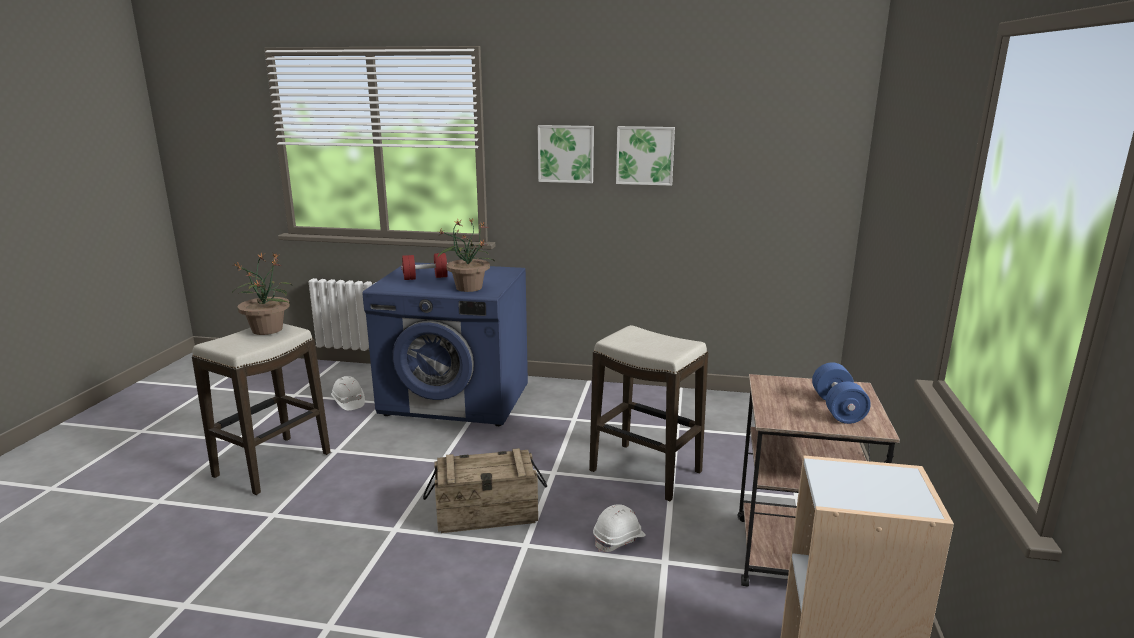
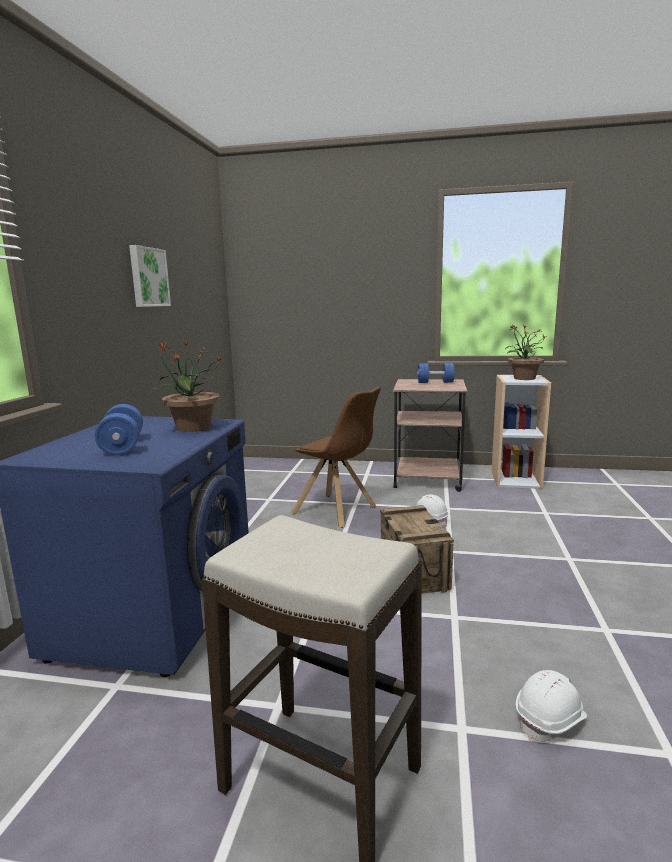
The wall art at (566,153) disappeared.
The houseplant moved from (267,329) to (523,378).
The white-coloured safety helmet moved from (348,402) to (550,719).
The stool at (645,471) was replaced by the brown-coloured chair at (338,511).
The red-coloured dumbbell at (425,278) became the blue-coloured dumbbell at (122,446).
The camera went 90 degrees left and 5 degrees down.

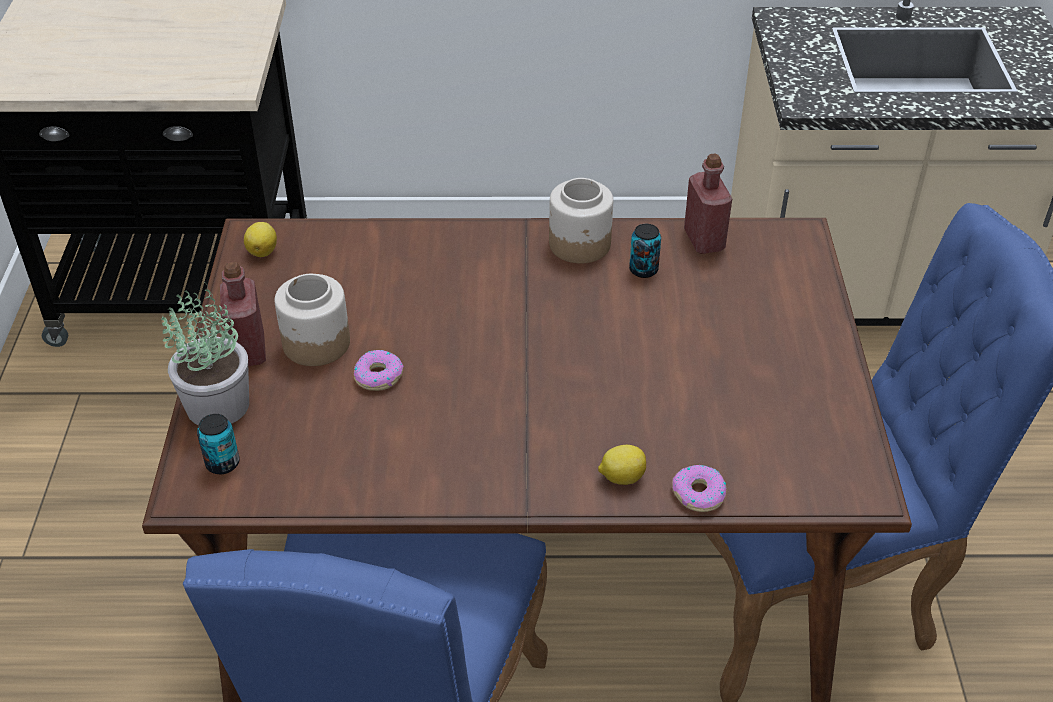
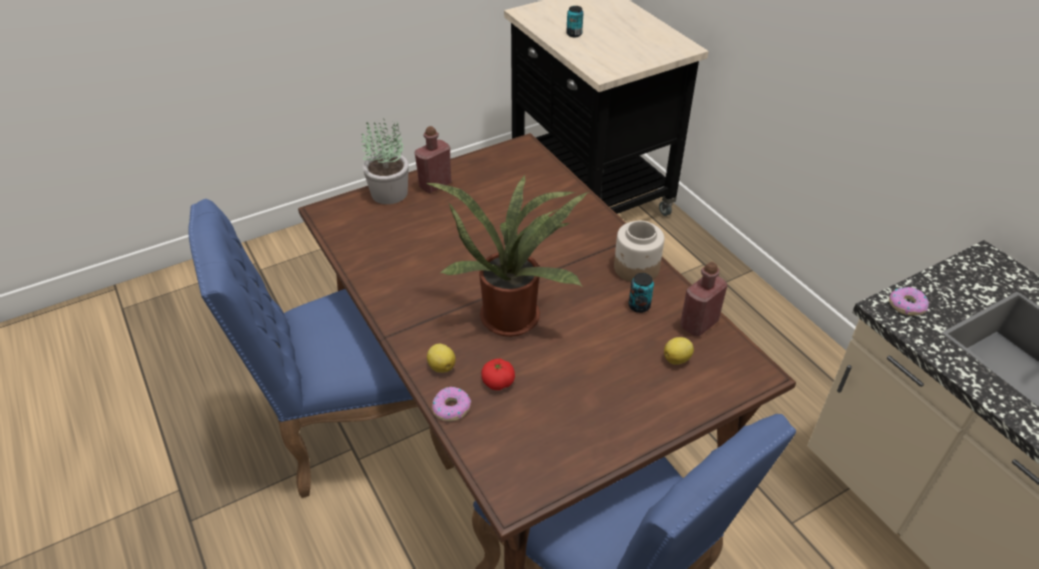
The storage jar at (315,343) disappeared.
The houseplant at (512,313) appeared.
The whole tomato at (498,382) appeared.
The can moved from (222,463) to (574,34).
The lemon moved from (263,251) to (677,359).
The ring doughnut moved from (378,376) to (906,305).
The camera went 60 degrees right and 0 degrees up.

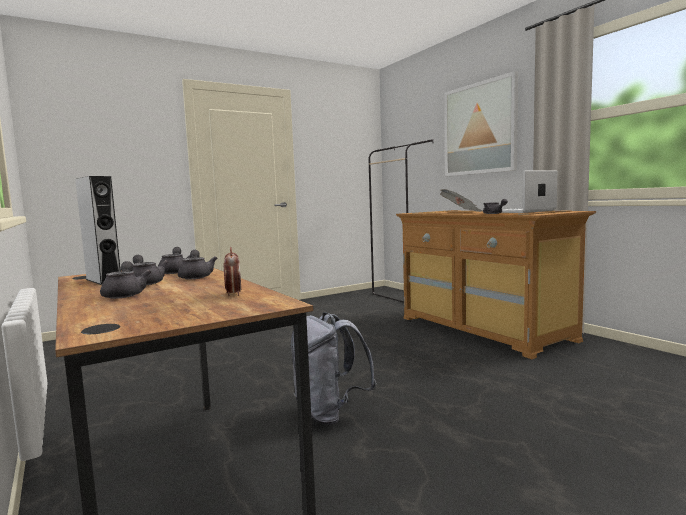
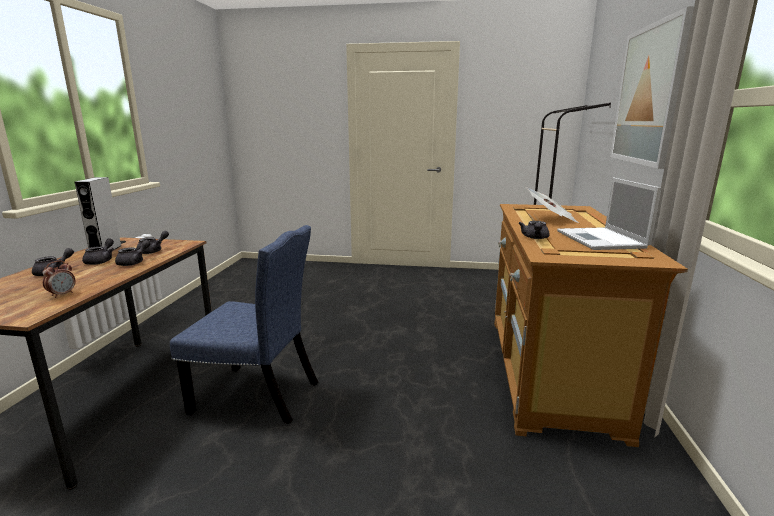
The greyish backpack at (330,413) was replaced by the blue-coloured chair at (255,395).
The notebook computer at (523,211) turned 105 degrees counterclockwise.
The camera went 40 degrees right and 10 degrees up.

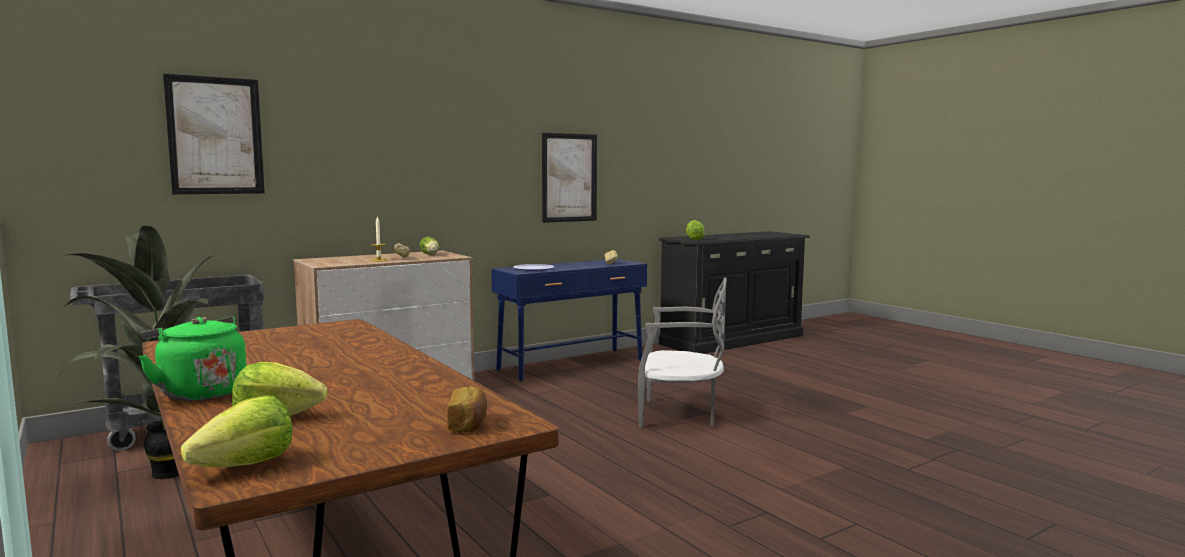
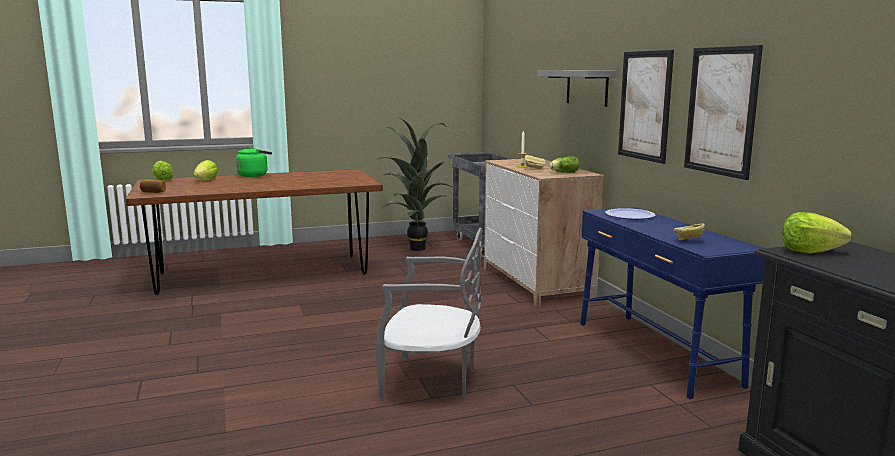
The greyish wall shelf at (587,87) appeared.
The wall art moved from (215,136) to (645,105).
The greyish chair at (679,415) turned 105 degrees counterclockwise.
The camera went 105 degrees right and 5 degrees up.

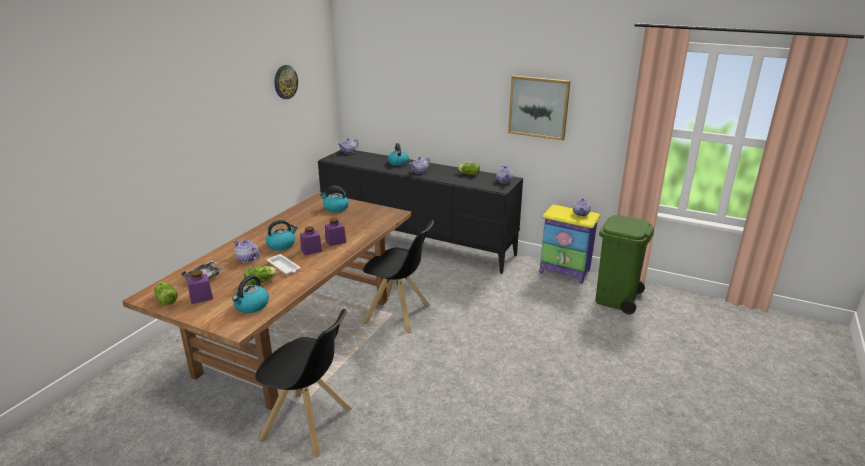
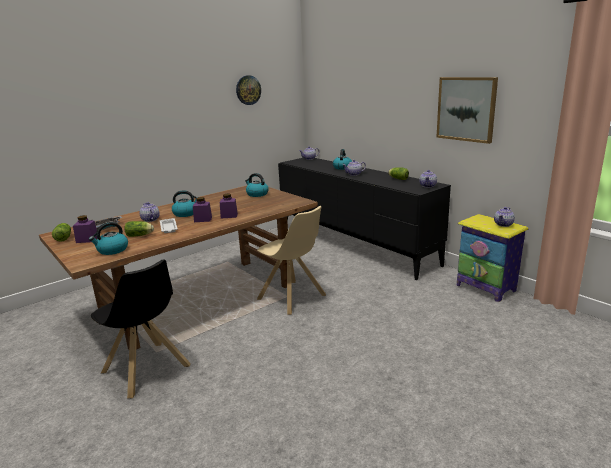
The green-coloured waste bin at (616,299) disappeared.
The black-coloured chair at (399,314) became the beige chair at (293,298).
The camera went 25 degrees right and 5 degrees down.

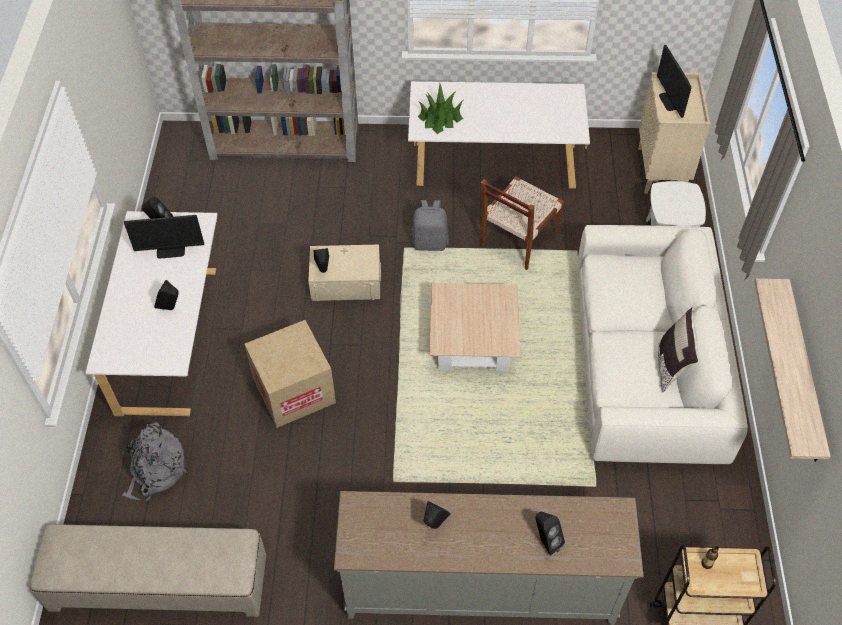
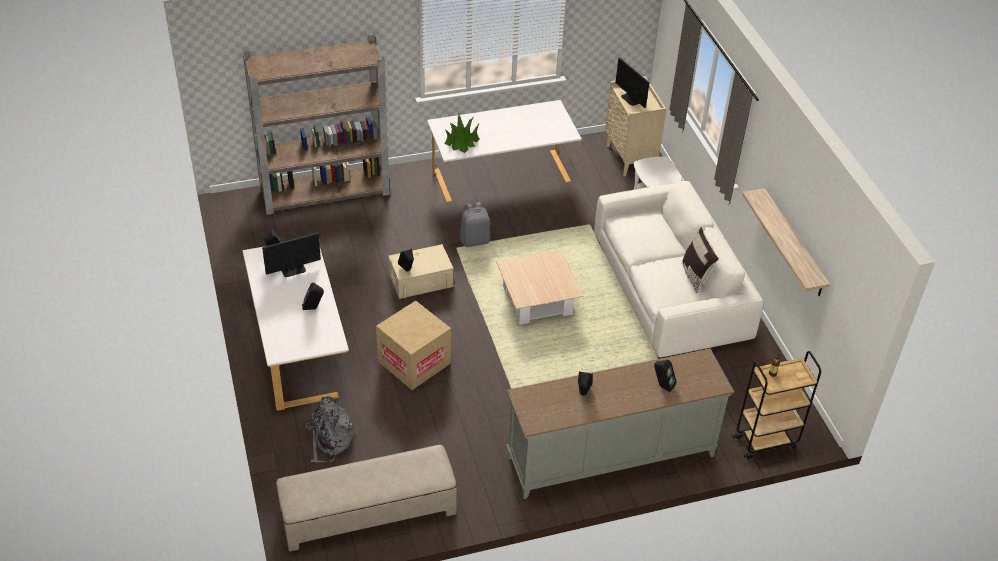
The chair at (517,241) disappeared.
The camera went 20 degrees left and 10 degrees down.

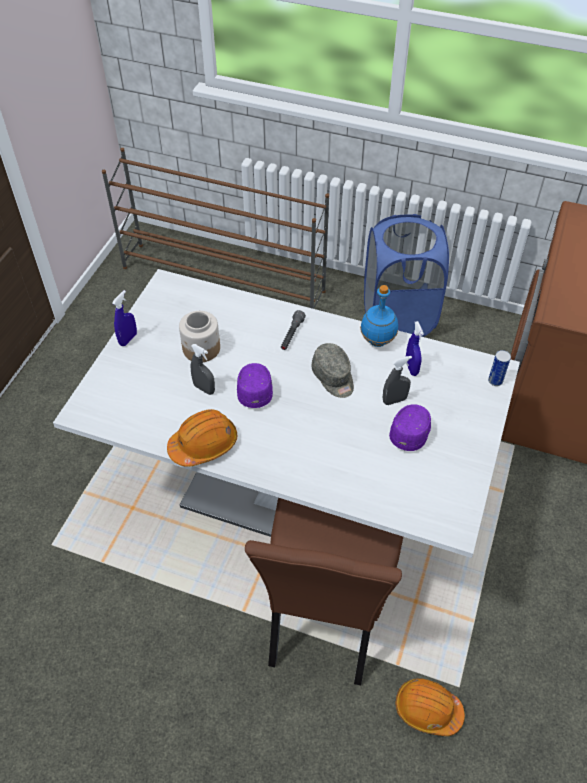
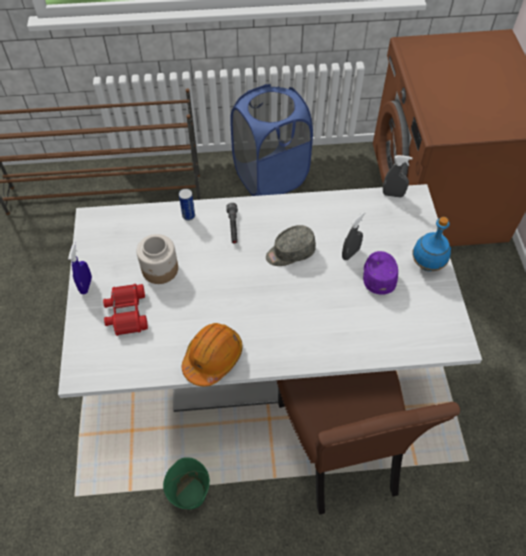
The purple-coloured baseball cap at (255,389) disappeared.
The orangey safety helmet at (427,709) disappeared.
The blue-coloured spray bottle at (411,368) disappeared.
The red-coloured binoculars at (126,313) appeared.
The green-coloured water bucket at (190,493) appeared.
The greyish spray bottle moved from (204,389) to (393,194).
The blue-coloured beverage bottle moved from (377,340) to (426,264).
The can moved from (495,381) to (188,216).
The greyish baseball cap at (333,377) turned 120 degrees clockwise.
The camera went 25 degrees left and 5 degrees up.

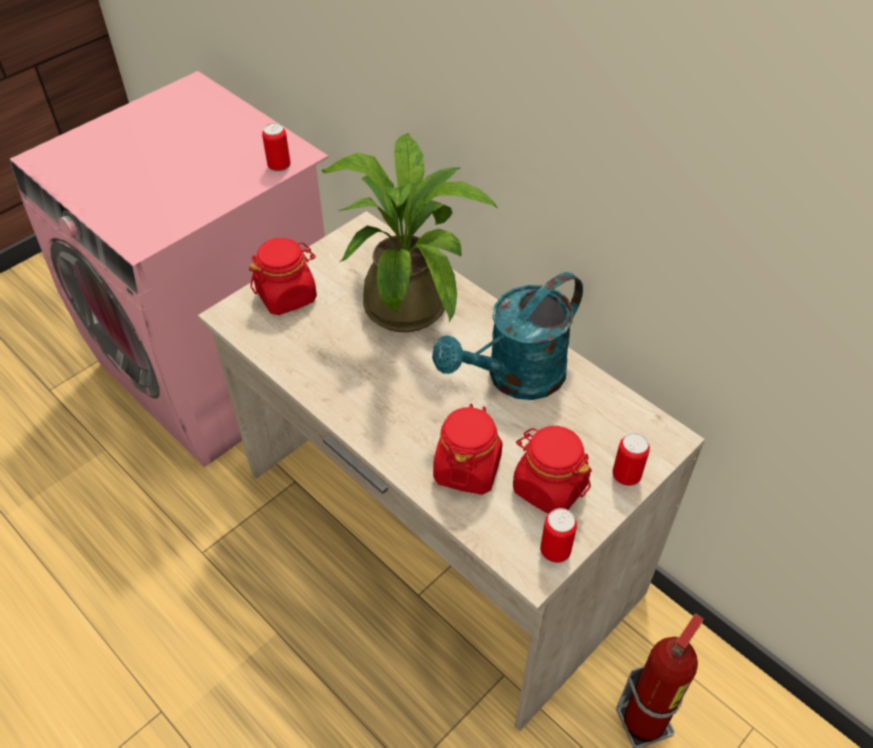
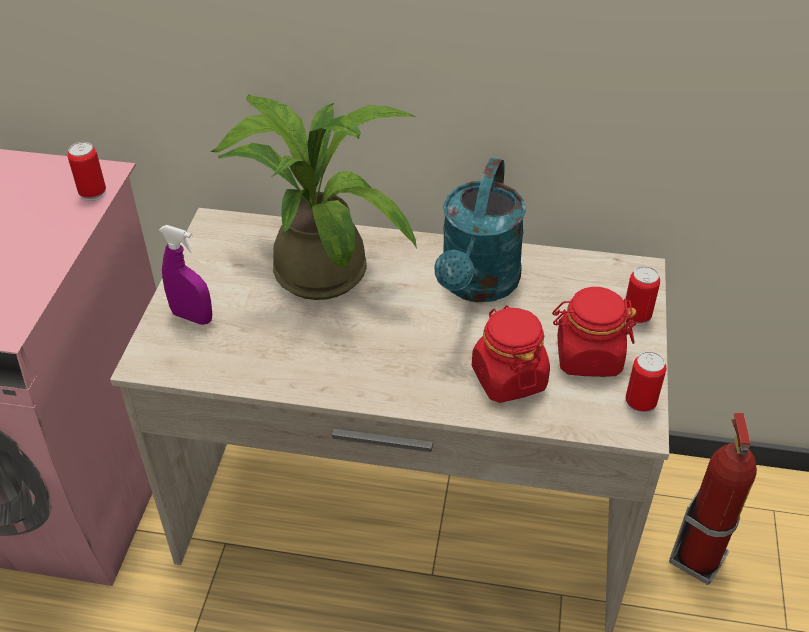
The red-coloured storage jar at (287,296) was replaced by the purple-coloured spray bottle at (192,317).
The camera went 35 degrees left and 5 degrees down.

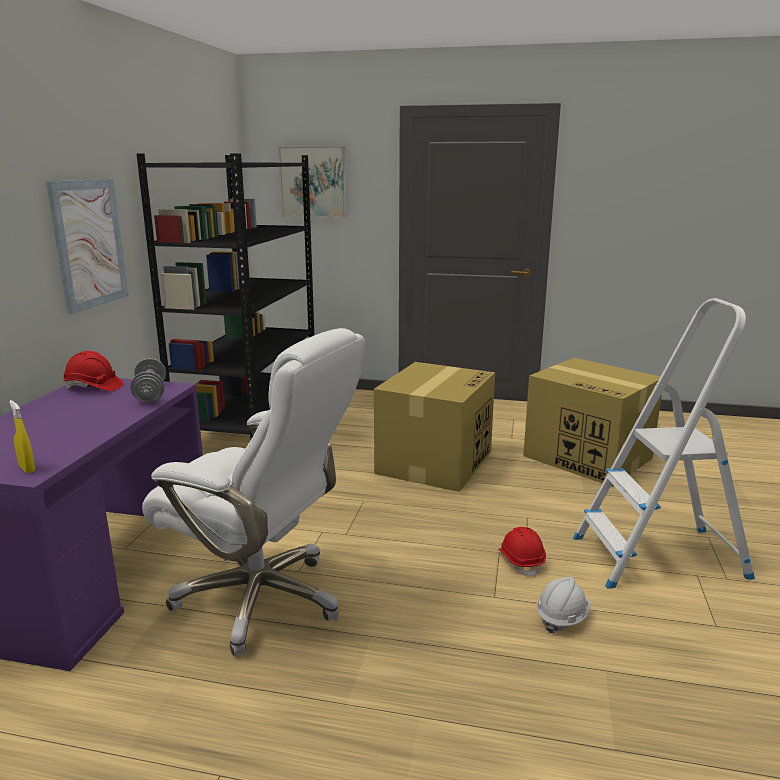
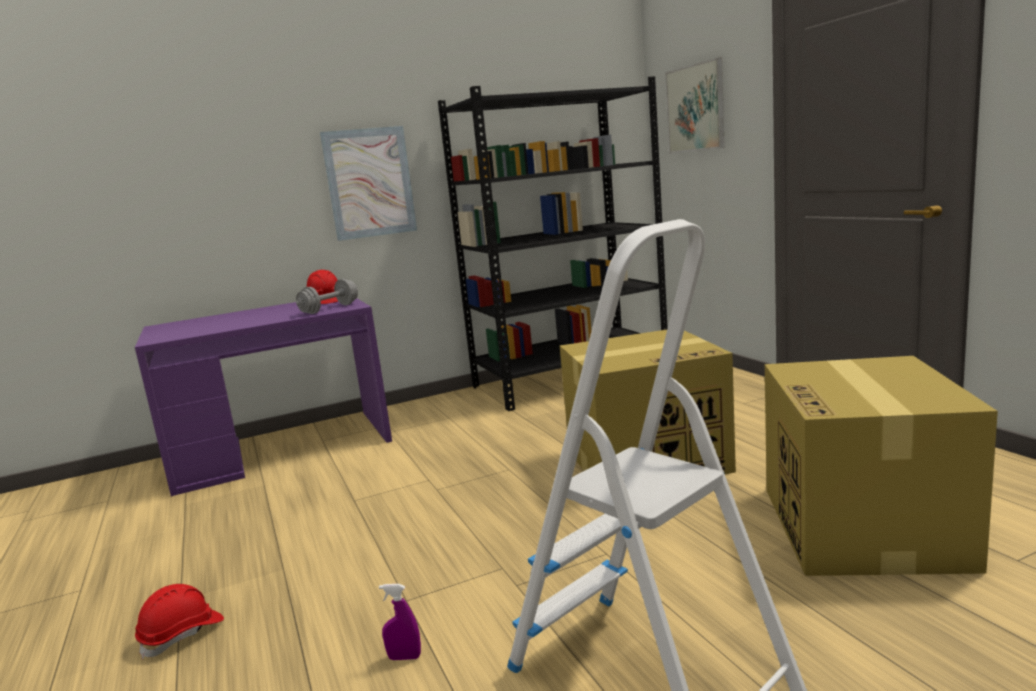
The yellow spray bottle at (27,469) disappeared.
The white-coloured desk chair at (263,602) disappeared.
The red-coloured safety helmet moved from (521,561) to (182,634).
The white-coloured safety helmet at (562,617) was replaced by the purple-coloured spray bottle at (404,657).
The camera went 55 degrees right and 5 degrees down.

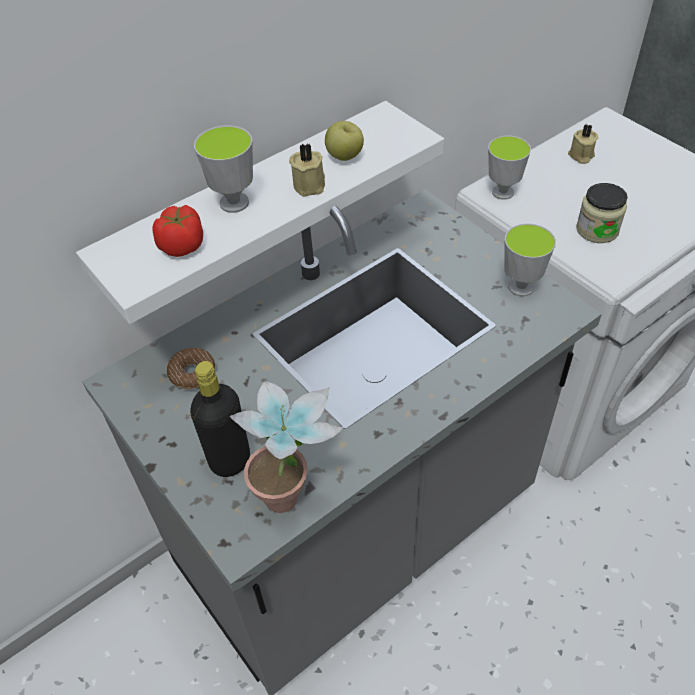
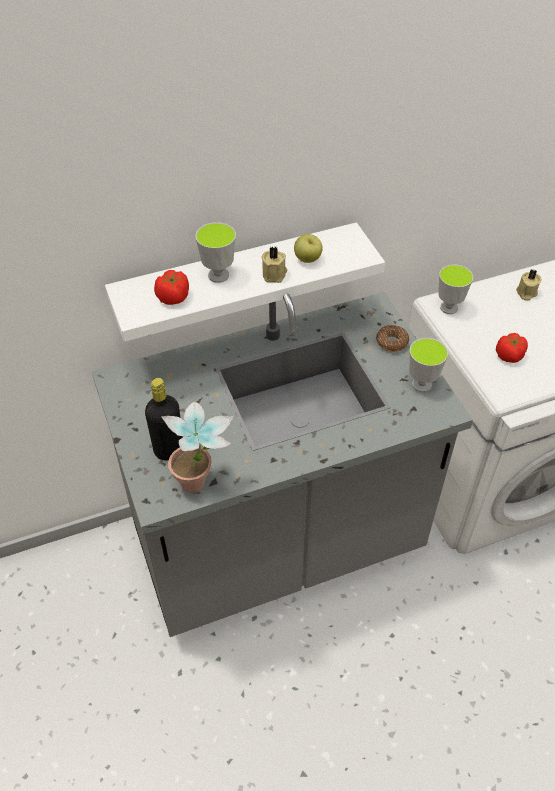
The ring doughnut moved from (192,373) to (392,342).
The storage jar at (597,230) was replaced by the whole tomato at (509,356).
The camera went 15 degrees right and 0 degrees up.

